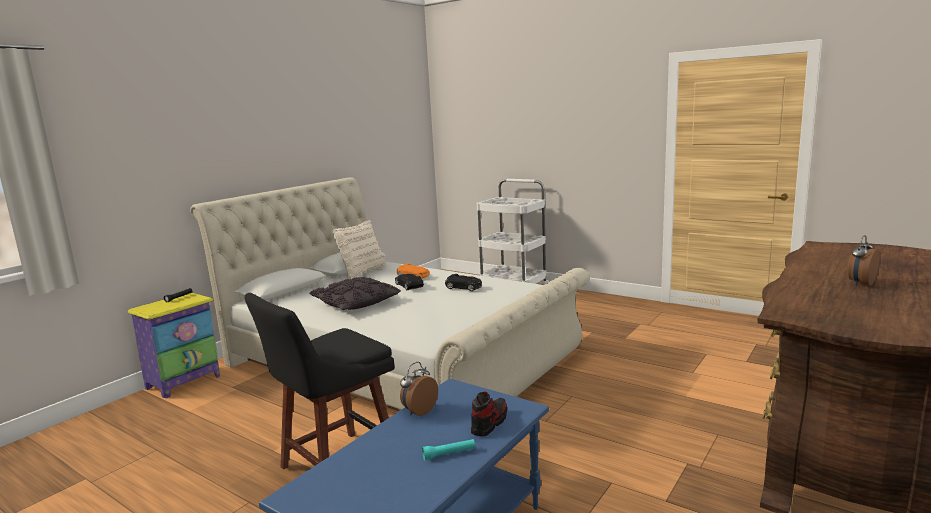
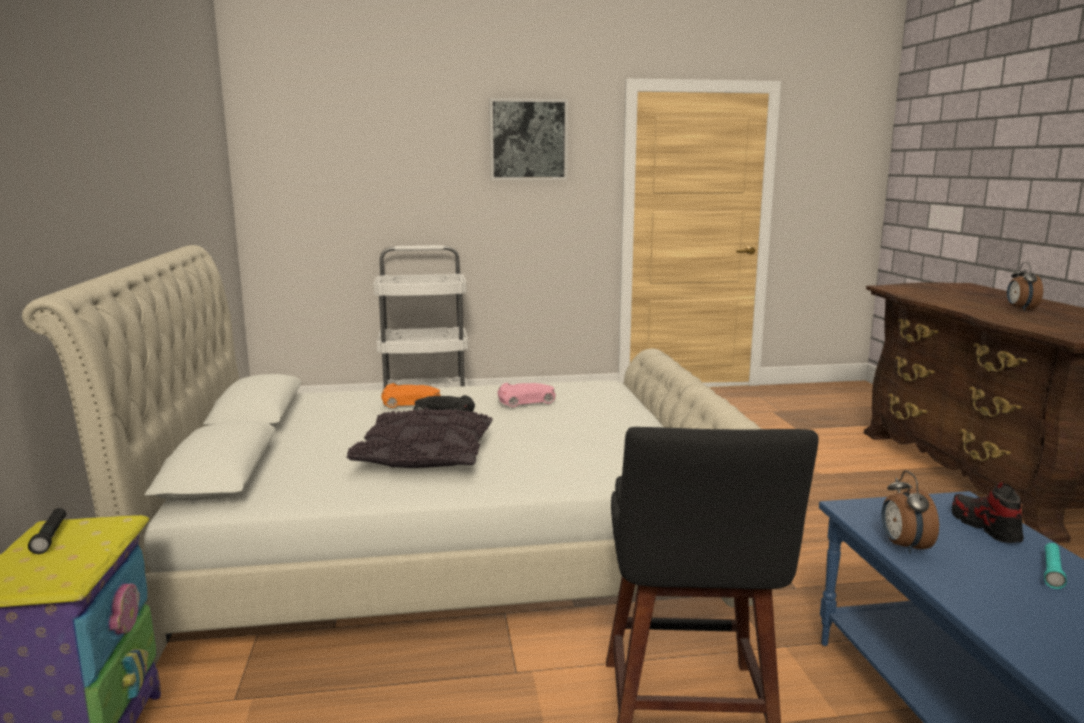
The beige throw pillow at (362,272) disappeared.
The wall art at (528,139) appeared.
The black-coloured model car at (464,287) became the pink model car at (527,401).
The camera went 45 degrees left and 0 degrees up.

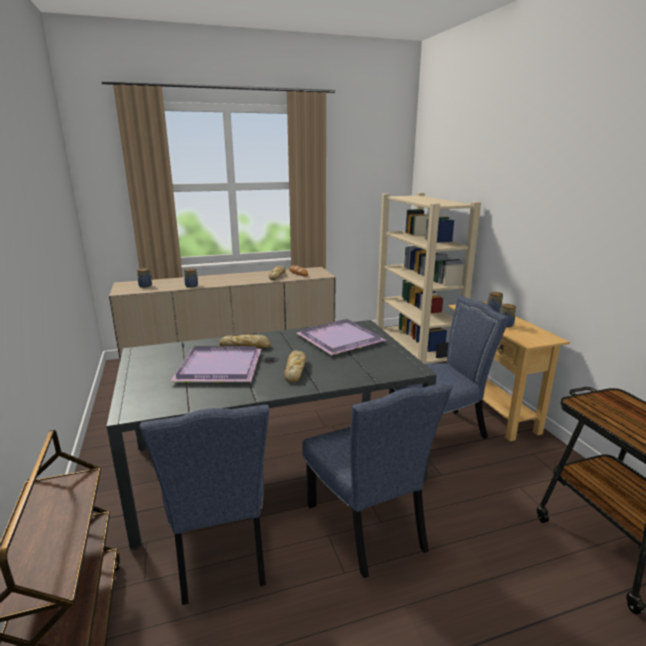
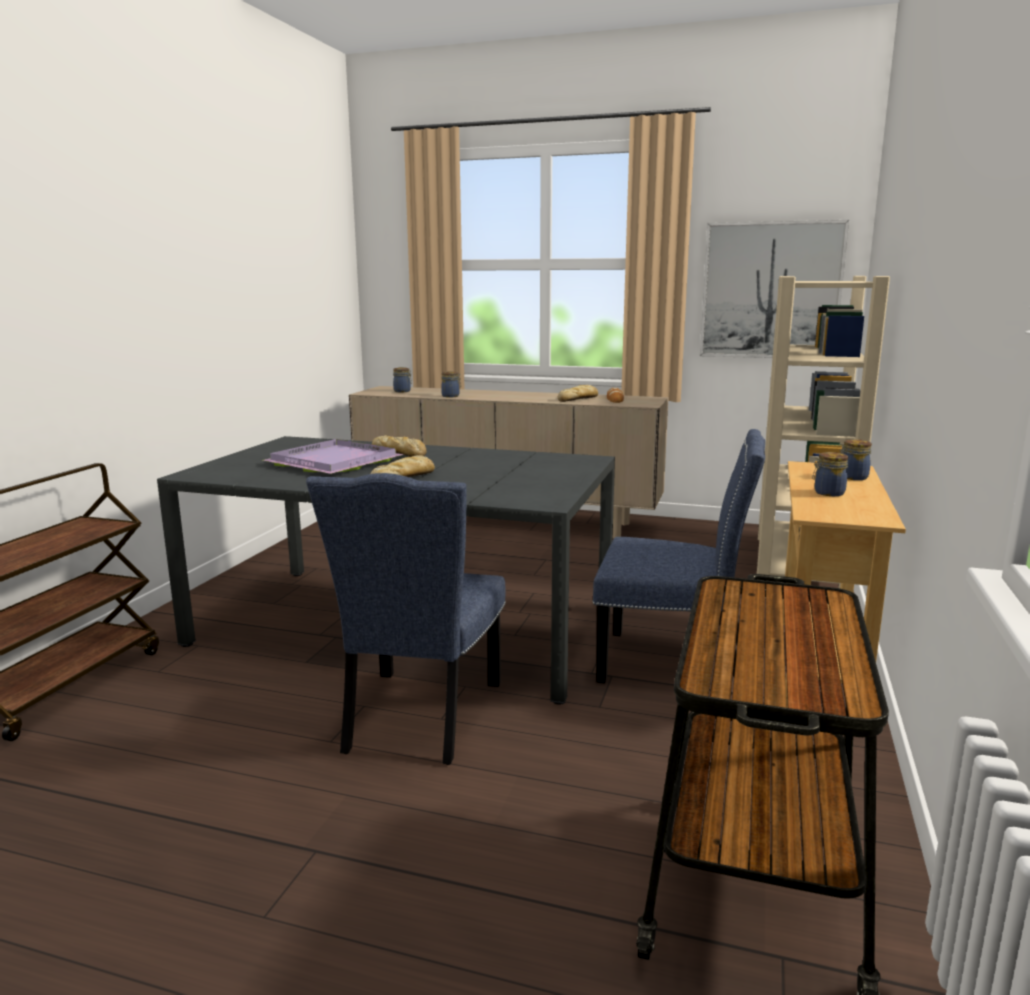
The blue-coloured chair at (220,545) disappeared.
The purple-coloured carrying tray at (340,338) disappeared.
The wall art at (771,290) appeared.
The camera went 35 degrees right and 5 degrees down.

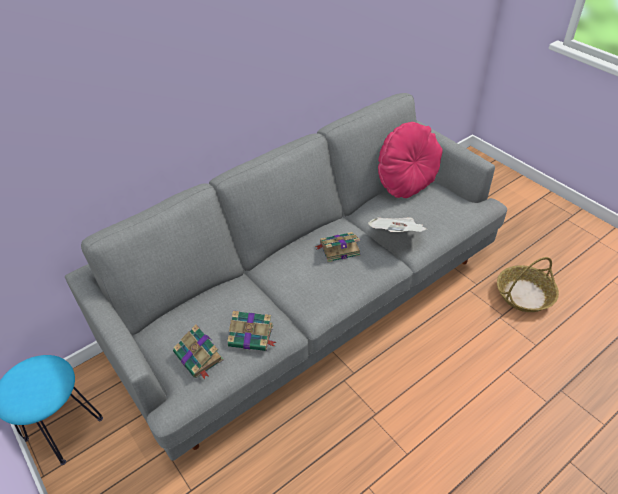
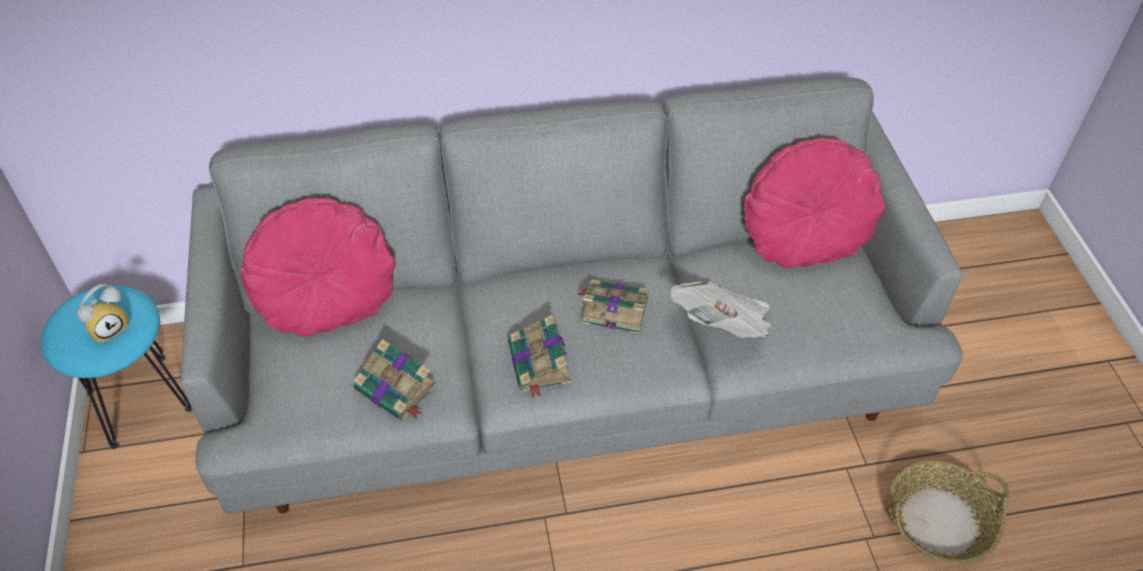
The bedside clock at (110,327) appeared.
The pink throw pillow at (330,310) appeared.
The book moved from (199,357) to (539,364).
The camera went 25 degrees right and 5 degrees up.

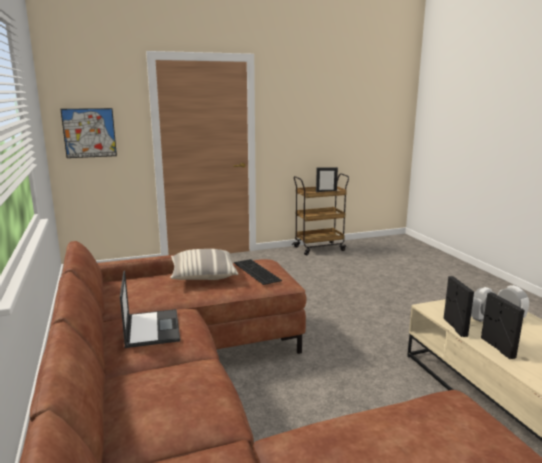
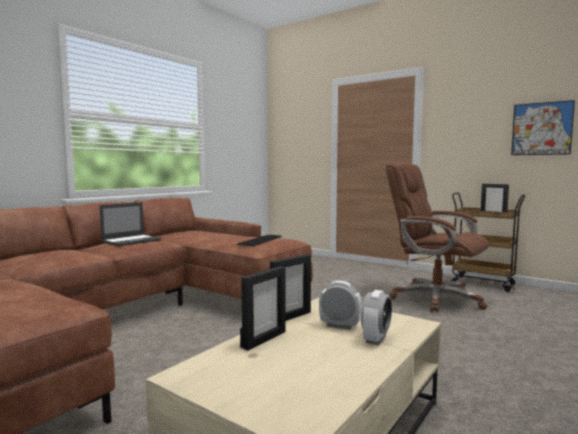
The throw pillow at (203,276) disappeared.
The brown-coloured desk chair at (434,299) appeared.
The wall art moved from (89,133) to (541,128).
The camera went 55 degrees right and 10 degrees down.

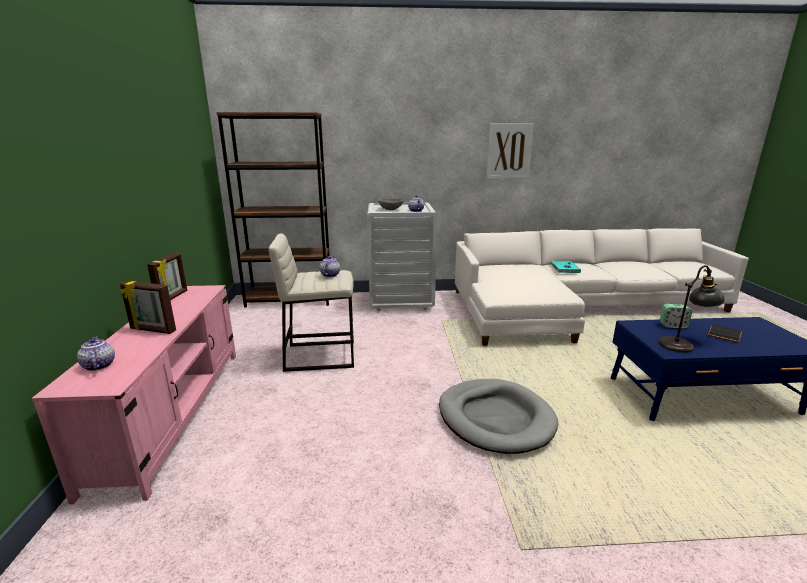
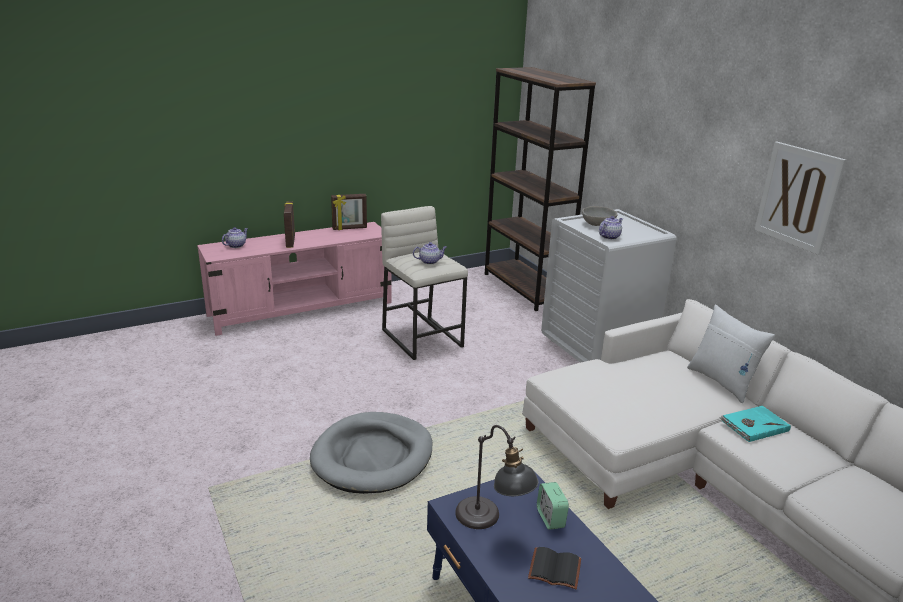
The greyish throw pillow at (721,382) appeared.
The camera went 65 degrees right and 5 degrees up.

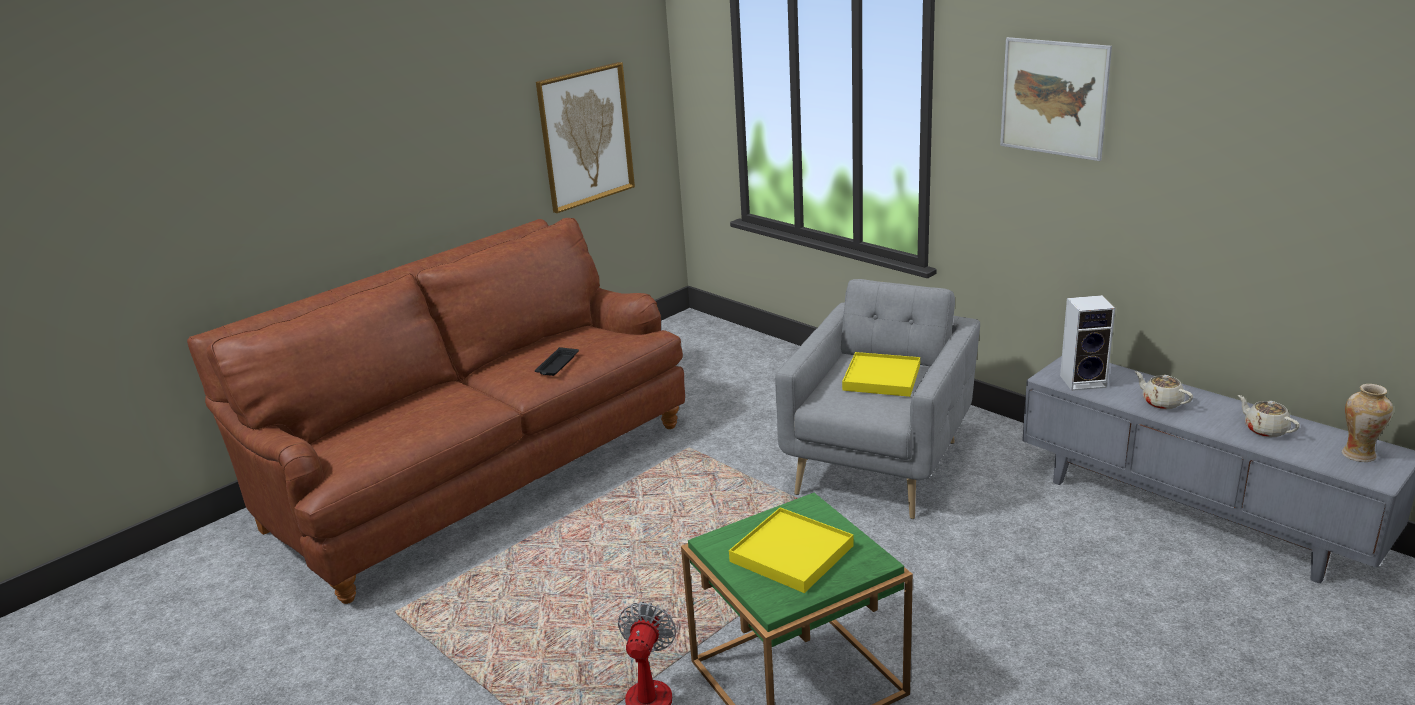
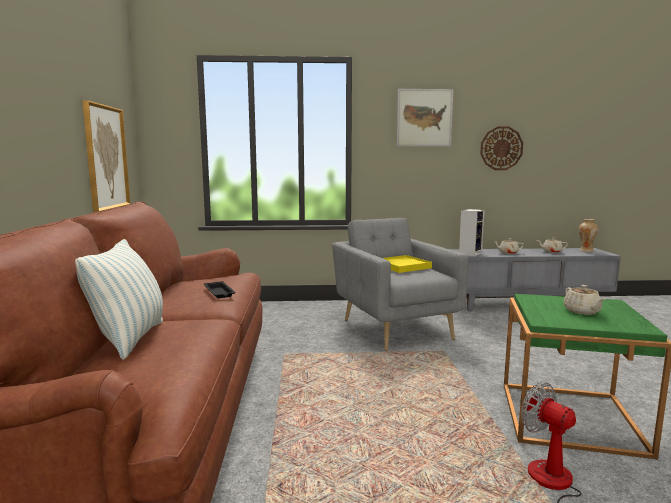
The throw pillow at (130,339) appeared.
The hanging clock at (501,148) appeared.
The yellow carrying tray at (791,553) was replaced by the beige teapot at (582,311).
The camera went 50 degrees left and 15 degrees down.

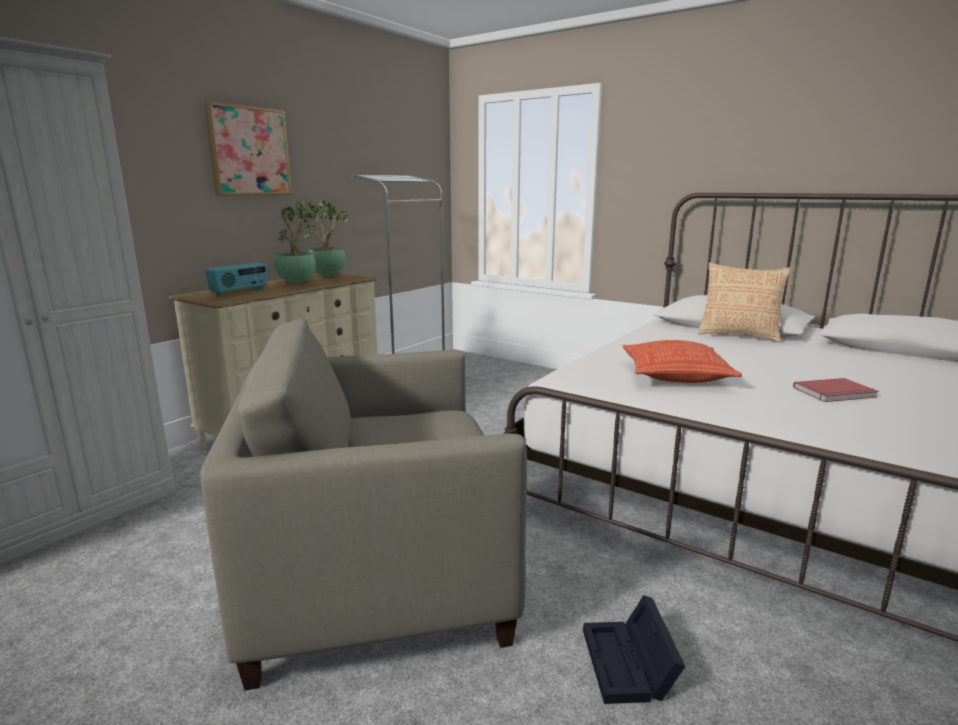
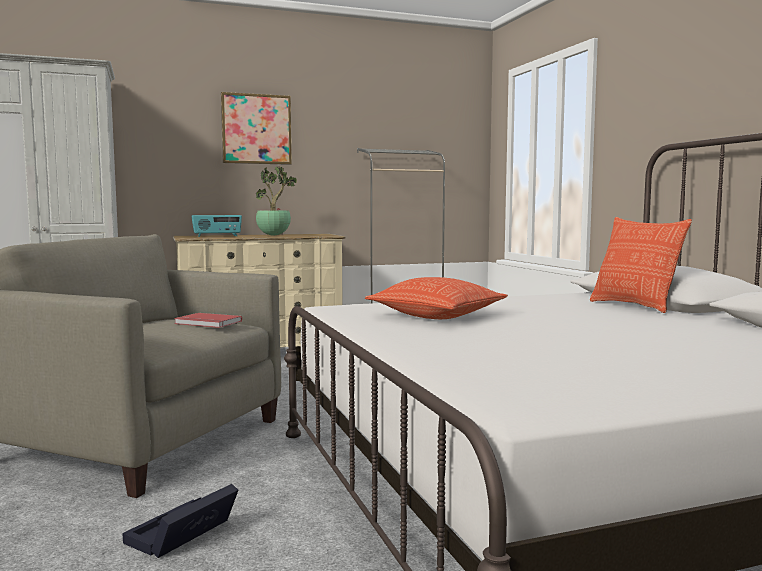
The houseplant at (329,276) disappeared.
The red-coloured book moved from (836,393) to (207,323).
The beige throw pillow at (738,336) became the orangey throw pillow at (635,306).
The camera went 35 degrees right and 10 degrees down.

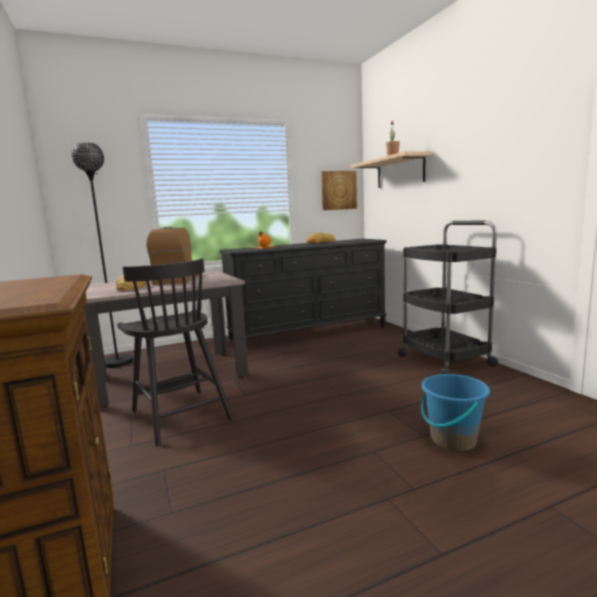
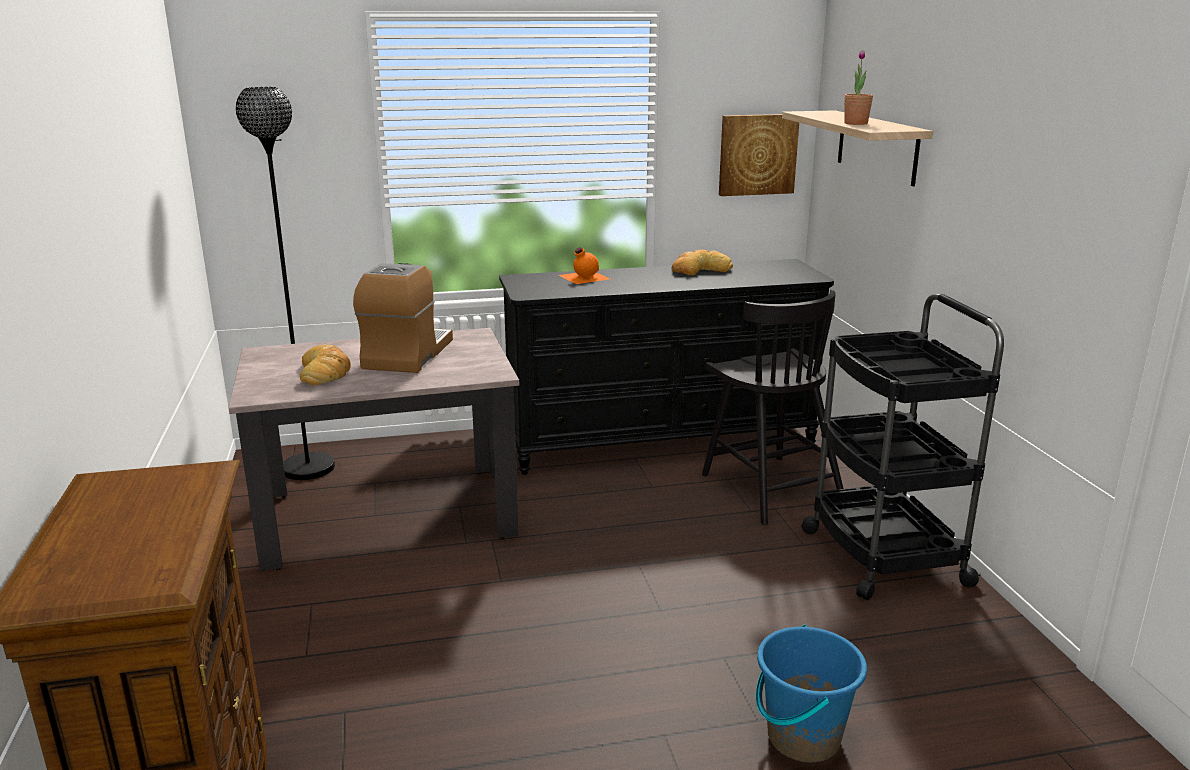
The black-coloured chair moved from (180,414) to (770,487).
The camera went 10 degrees right and 10 degrees up.

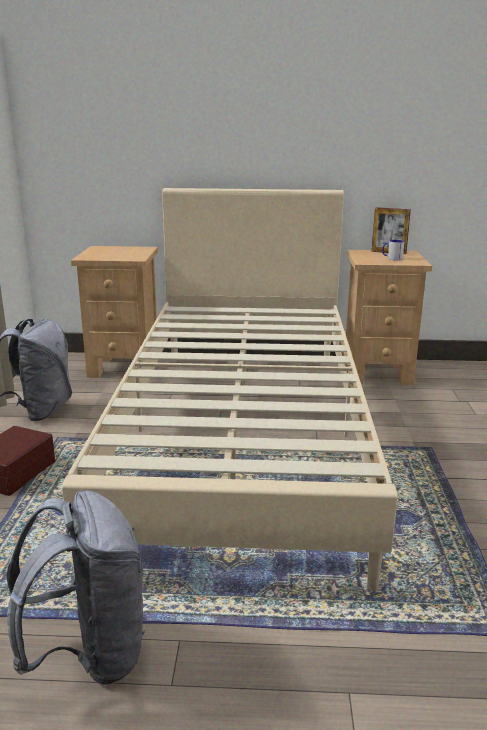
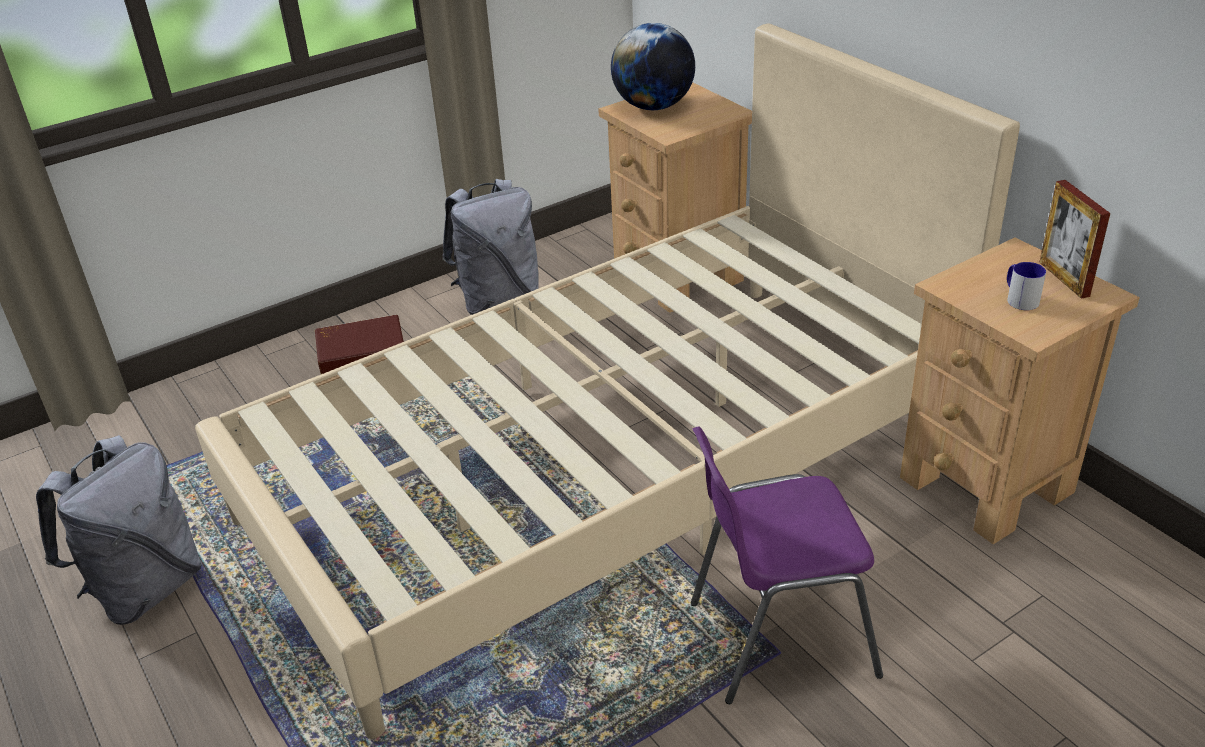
The globe at (654,106) appeared.
The purple-coloured chair at (776,637) appeared.
The camera went 55 degrees right and 15 degrees up.

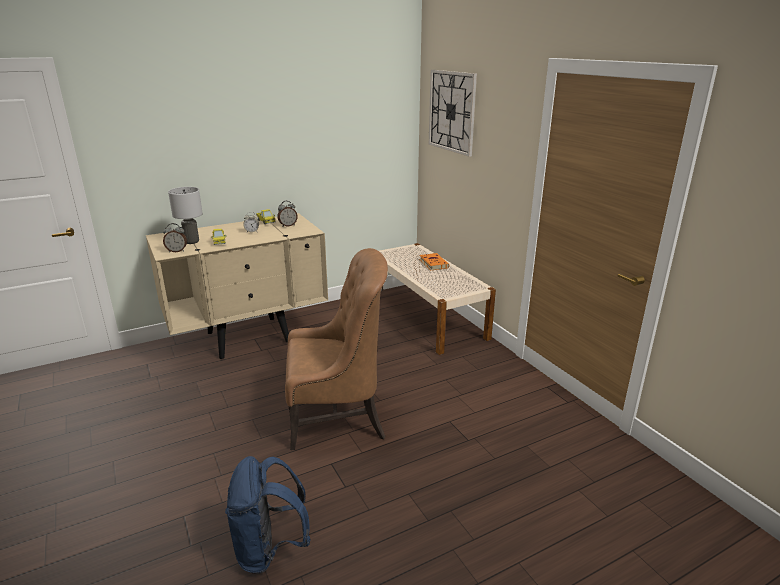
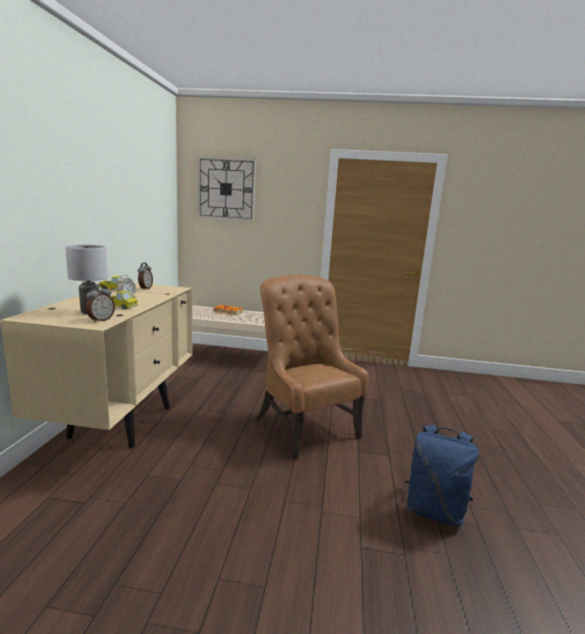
The brown-coloured chair at (338,416) turned 60 degrees counterclockwise.
The camera went 55 degrees left and 10 degrees down.

